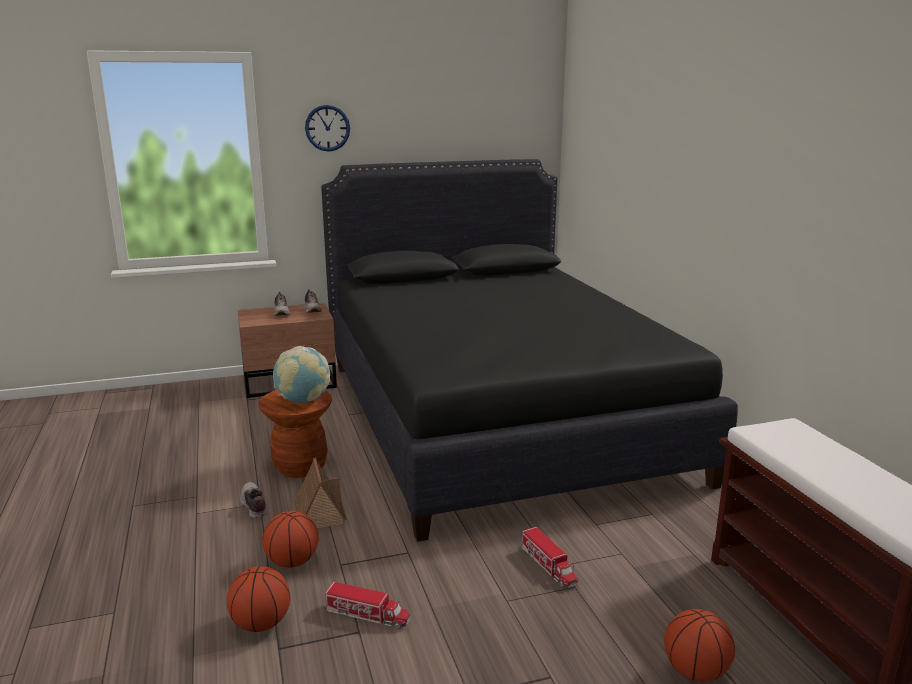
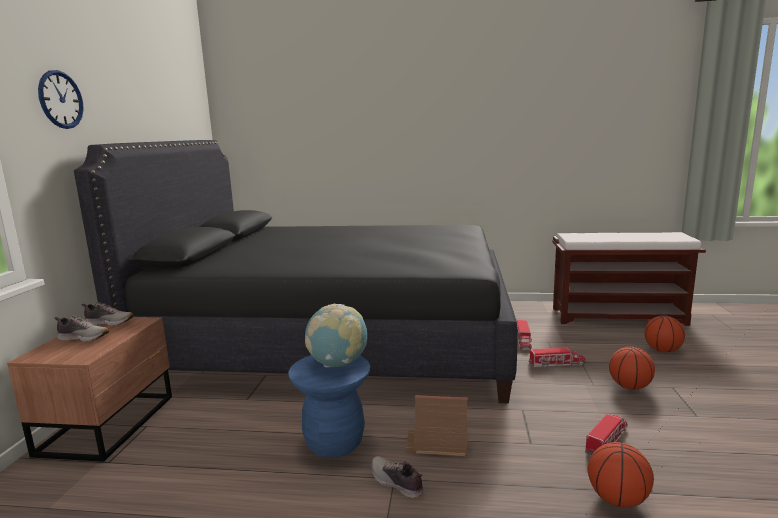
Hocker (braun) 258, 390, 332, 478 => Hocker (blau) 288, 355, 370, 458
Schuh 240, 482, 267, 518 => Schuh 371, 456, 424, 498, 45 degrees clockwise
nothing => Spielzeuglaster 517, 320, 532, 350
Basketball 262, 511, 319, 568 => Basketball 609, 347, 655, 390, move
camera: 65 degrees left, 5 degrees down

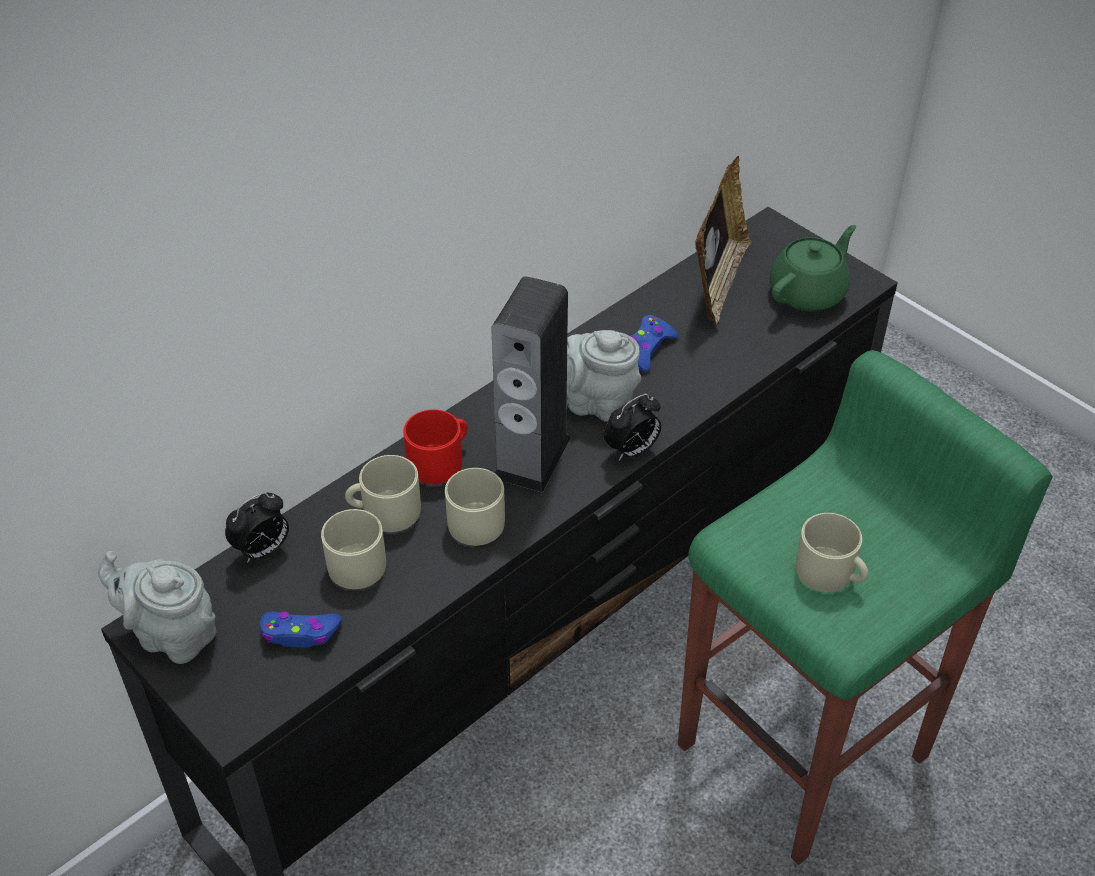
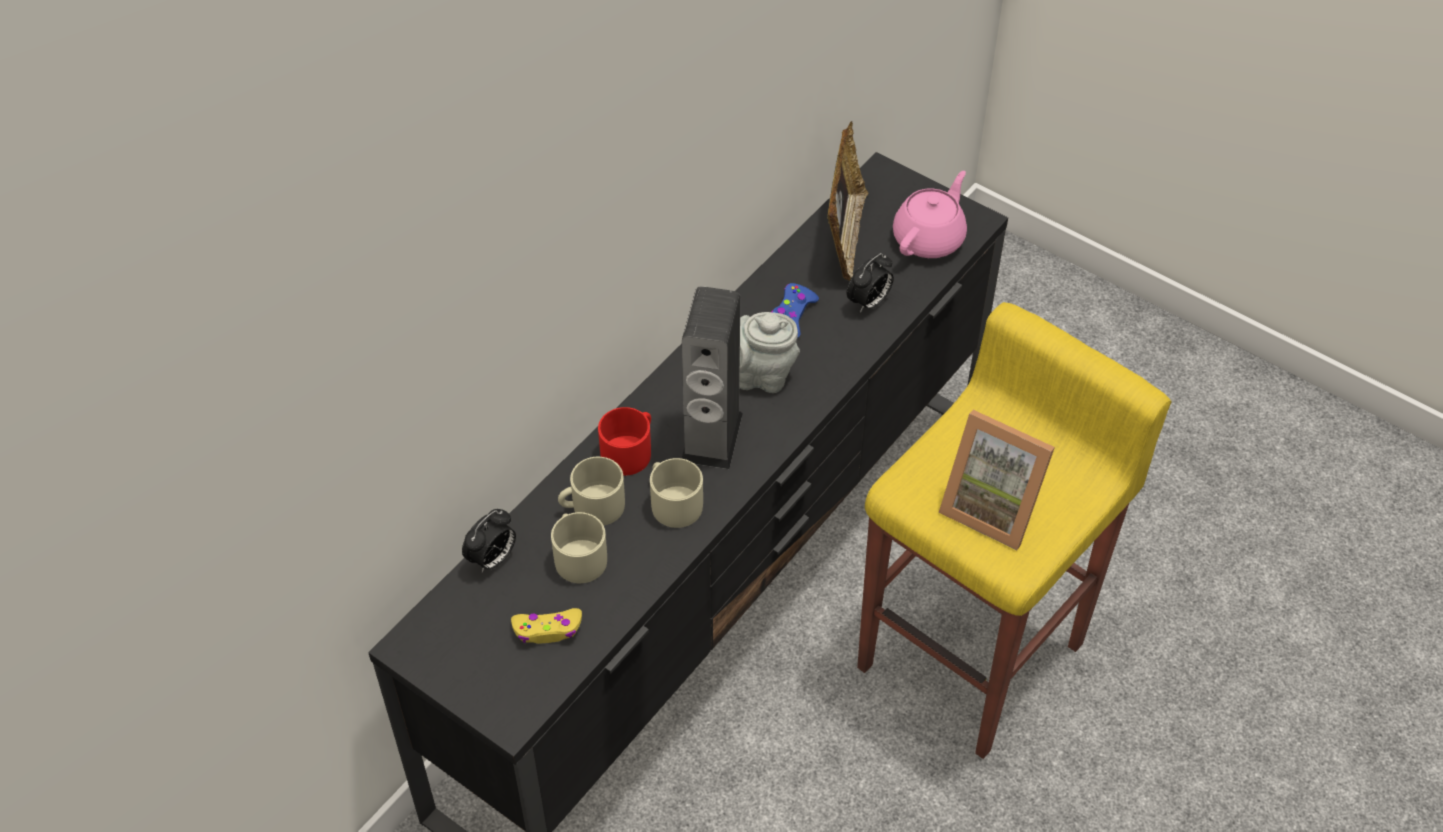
Gamepad (blau) 260, 611, 342, 647 => Gamepad (gelb) 511, 608, 582, 644
Wecker 604, 394, 661, 461 => Wecker 847, 253, 893, 313, move
Hocker (grün) 678, 350, 1053, 865 => Hocker (gelb) 857, 302, 1172, 759
Teekanne (grün) 770, 225, 856, 311 => Teekanne (rosa) 893, 171, 967, 258
Henkelbecher (beige) 795, 513, 868, 592 => Bilderrahmen 939, 410, 1055, 550
Teekanne (grau) 98, 551, 216, 664 => nothing
camera: 10 degrees left, 5 degrees up

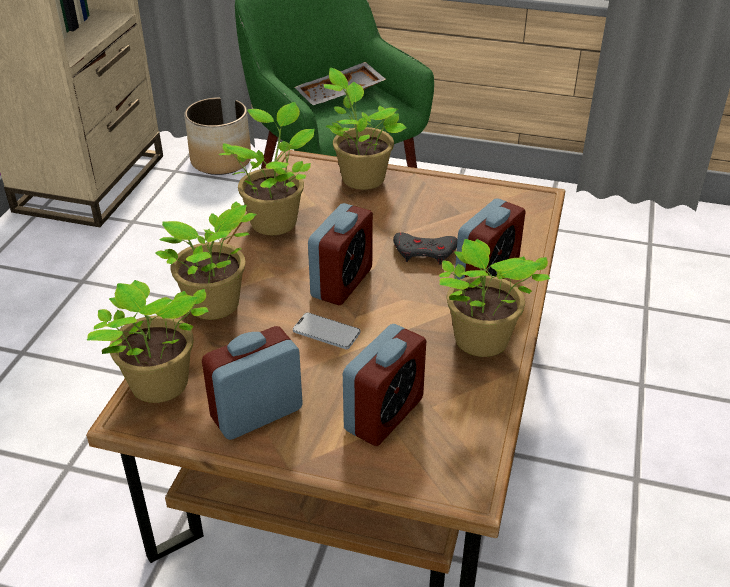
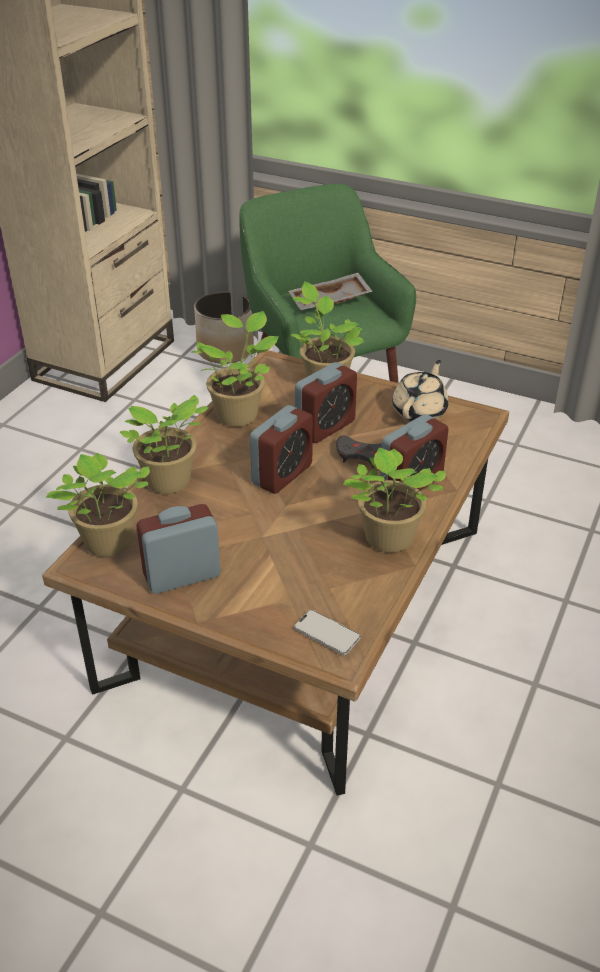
Handy 293, 312, 360, 349 => Handy 294, 610, 361, 655, move
Wecker 343, 324, 426, 446 => Wecker 295, 362, 357, 443, move
nothing => Teekanne (beige) 392, 360, 449, 421
camera: 10 degrees right, 0 degrees up

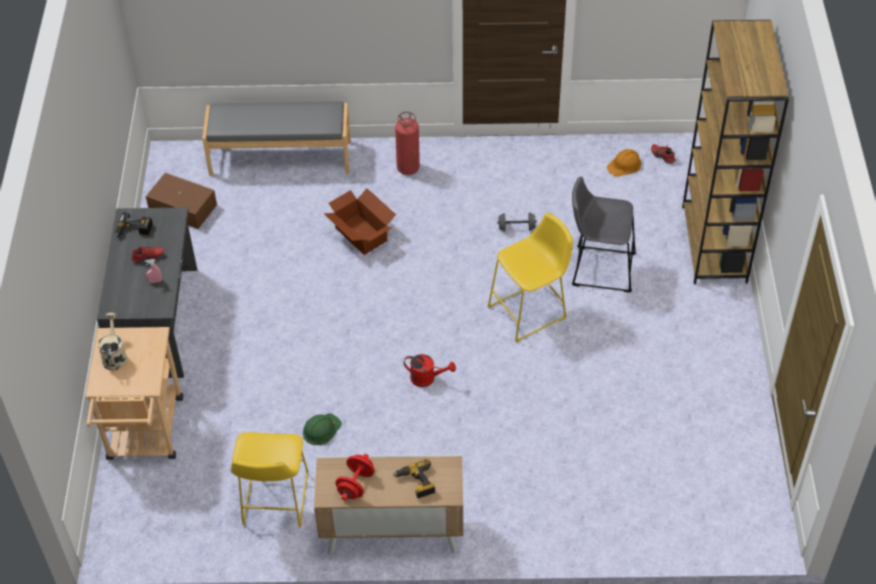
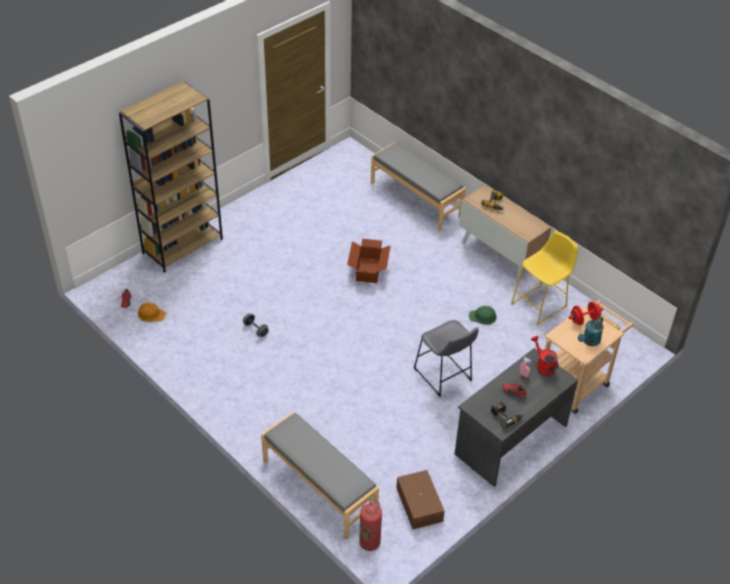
Karton 324, 188, 396, 255 => Karton 347, 239, 391, 283, move
Feuerlöscher 395, 112, 420, 175 => Feuerlöscher 359, 499, 382, 551, move
nothing => Bank (grau) 371, 142, 466, 231
Hocker (grau) 572, 176, 636, 292 => Hocker (grau) 414, 320, 478, 397, move
Gießkanne (rot) 404, 354, 456, 387 => Gießkanne (rot) 531, 336, 558, 376, move
Hantel (rot) 335, 454, 375, 500 => Hantel (rot) 569, 301, 603, 325, move
Gießkanne (beige) 98, 313, 127, 371 => Gießkanne (türkis) 578, 316, 604, 346
Hocker (gelb) 487, 213, 573, 342 => nothing
camera: 135 degrees left, 5 degrees down

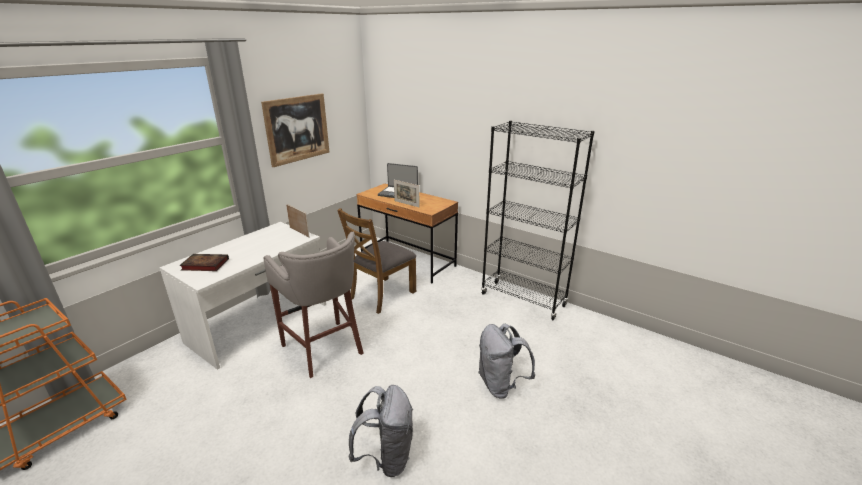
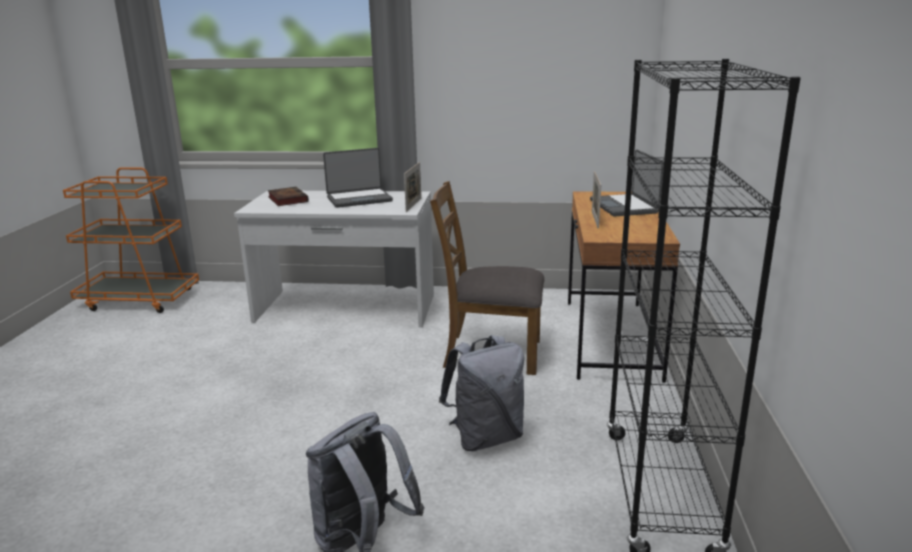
nothing => Laptop 323, 148, 393, 208
Rucksack (grau) 349, 385, 413, 477 => Rucksack (grau) 439, 335, 524, 451, move
Bild 261, 93, 329, 167 => nothing
Hocker (grau) 264, 232, 364, 378 => nothing
camera: 60 degrees right, 5 degrees down

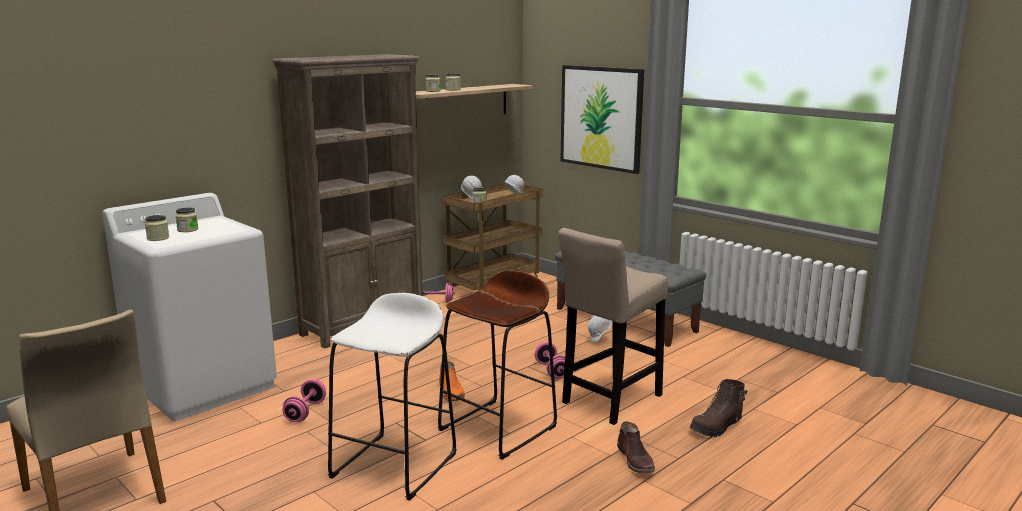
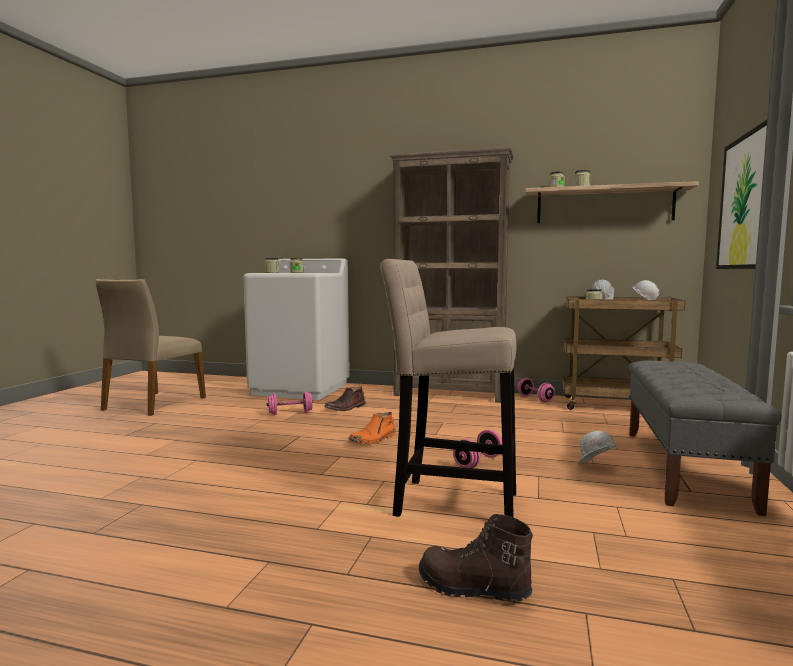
Stiefel (braun) 617, 421, 655, 473 => Stiefel (braun) 324, 387, 366, 411, move
Hocker (weiß) 328, 293, 456, 501 => nothing
Hocker (braun) 438, 271, 557, 460 => nothing
camera: 60 degrees right, 10 degrees down

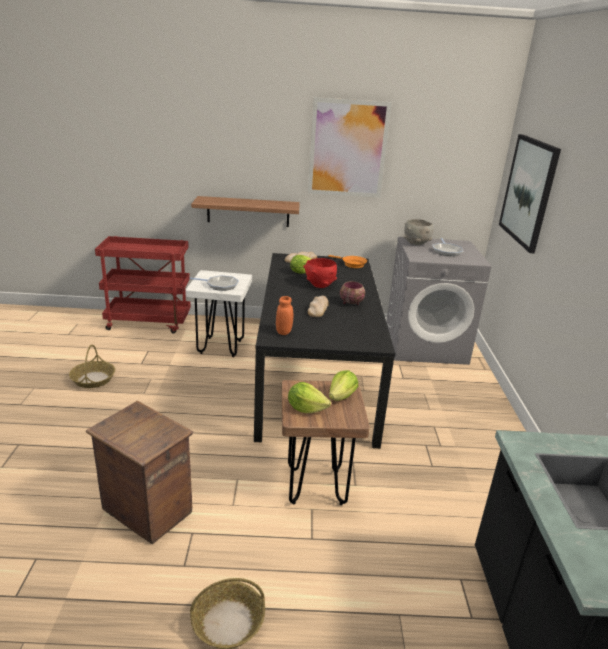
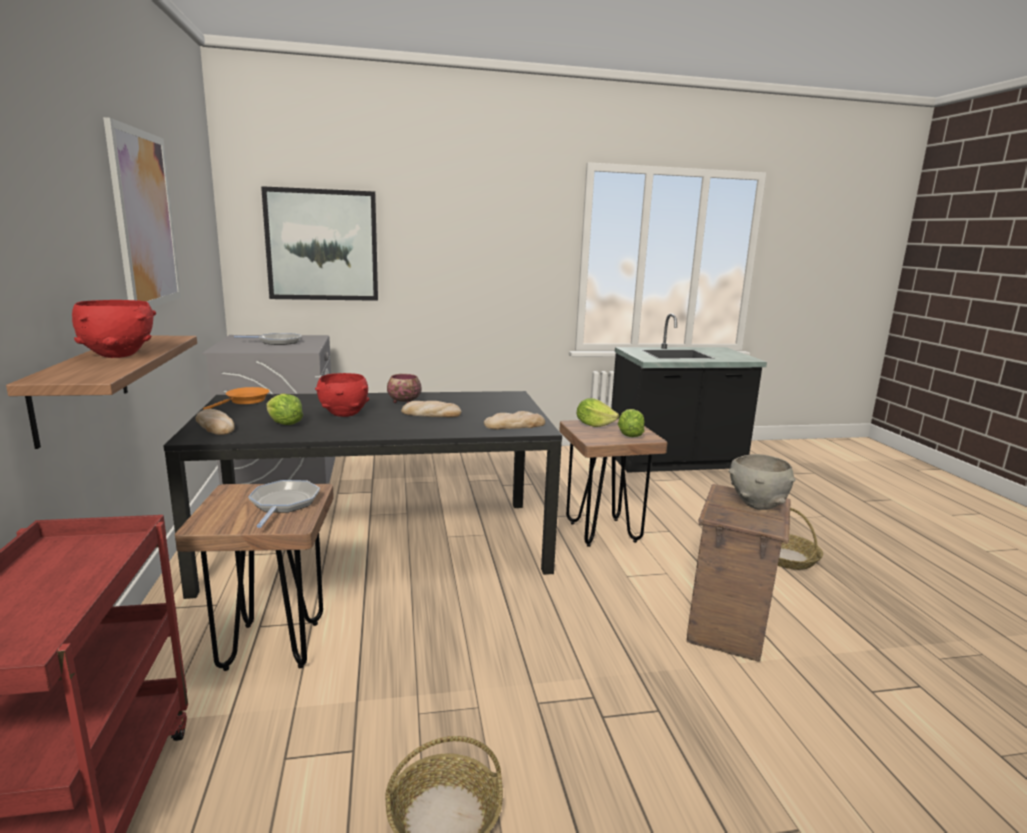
nothing => Schüssel (rot) 72, 300, 156, 358
Hocker (weiß) 186, 270, 252, 357 => Hocker (braun) 175, 484, 334, 671
Vorratsglas (orange) 276, 296, 293, 335 => Brot 484, 411, 545, 430
Schüssel (grau) 403, 219, 434, 246 => Schüssel (grau) 728, 454, 796, 510, move
camera: 100 degrees left, 10 degrees down

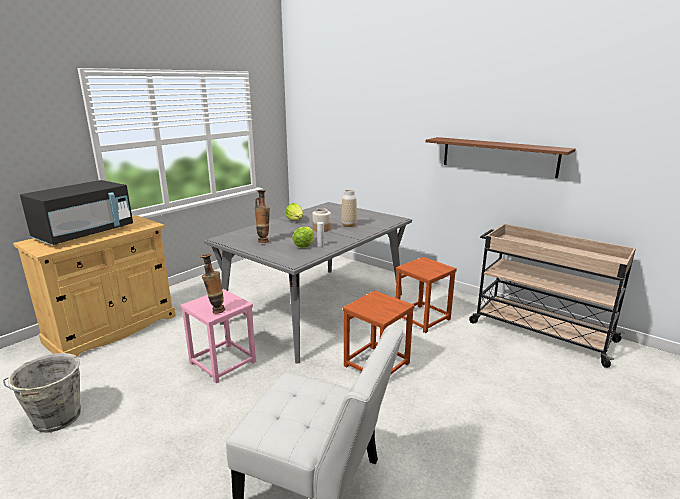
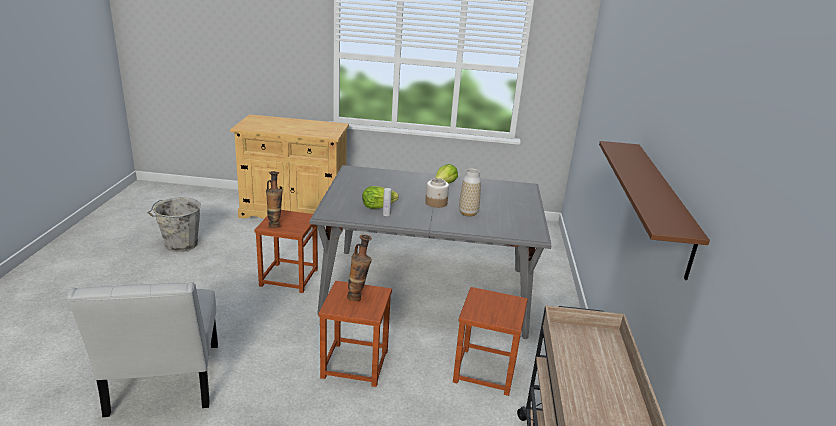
Hocker (rosa) 180, 289, 256, 383 => Hocker (braun) 255, 210, 318, 293
Vase 254, 190, 270, 243 => Vase 347, 235, 372, 301, move
Mikrowelle (schwarz) 20, 180, 133, 245 => nothing
camera: 55 degrees right, 5 degrees up

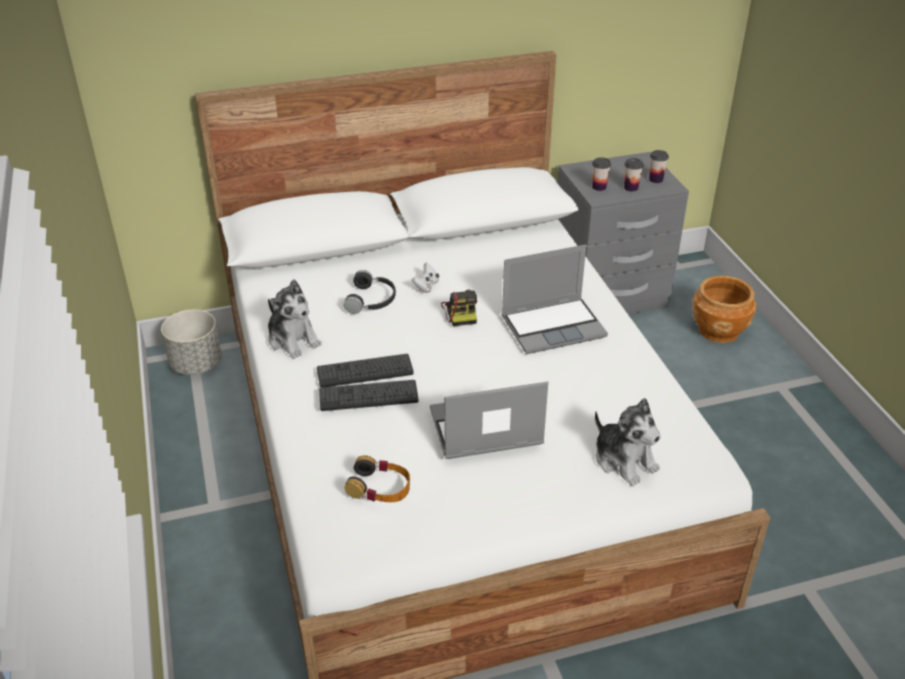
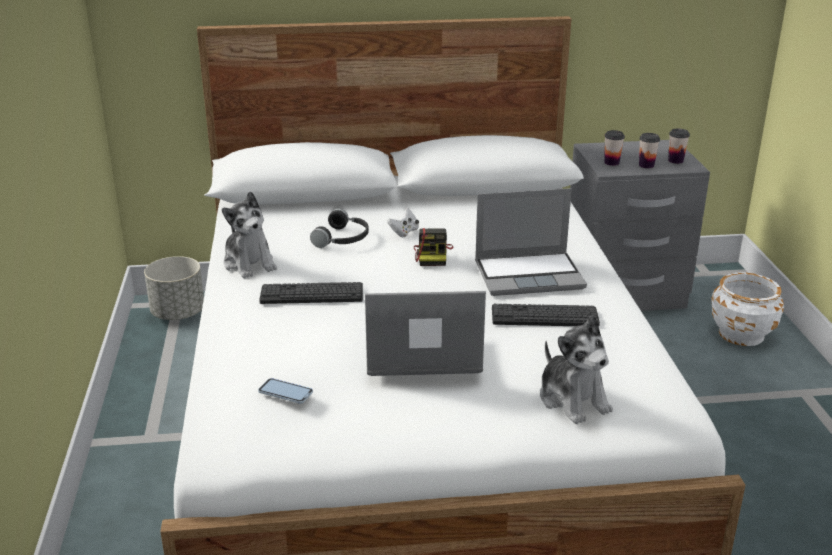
Kopfhörer 344, 455, 410, 502 => Handy 258, 378, 313, 404
Tastatur 319, 380, 418, 411 => Tastatur 492, 304, 600, 326, move
Pflanzkübel (braun) 693, 276, 756, 343 => Pflanzkübel (weiß) 712, 273, 784, 346
camera: 10 degrees right, 10 degrees down

